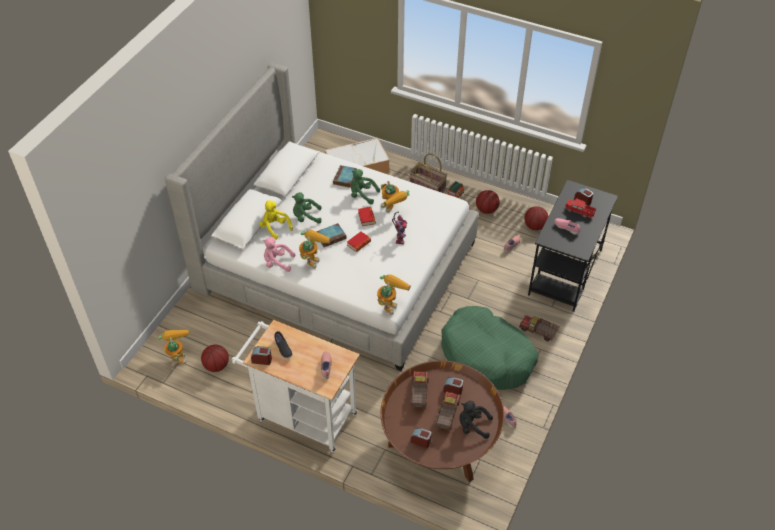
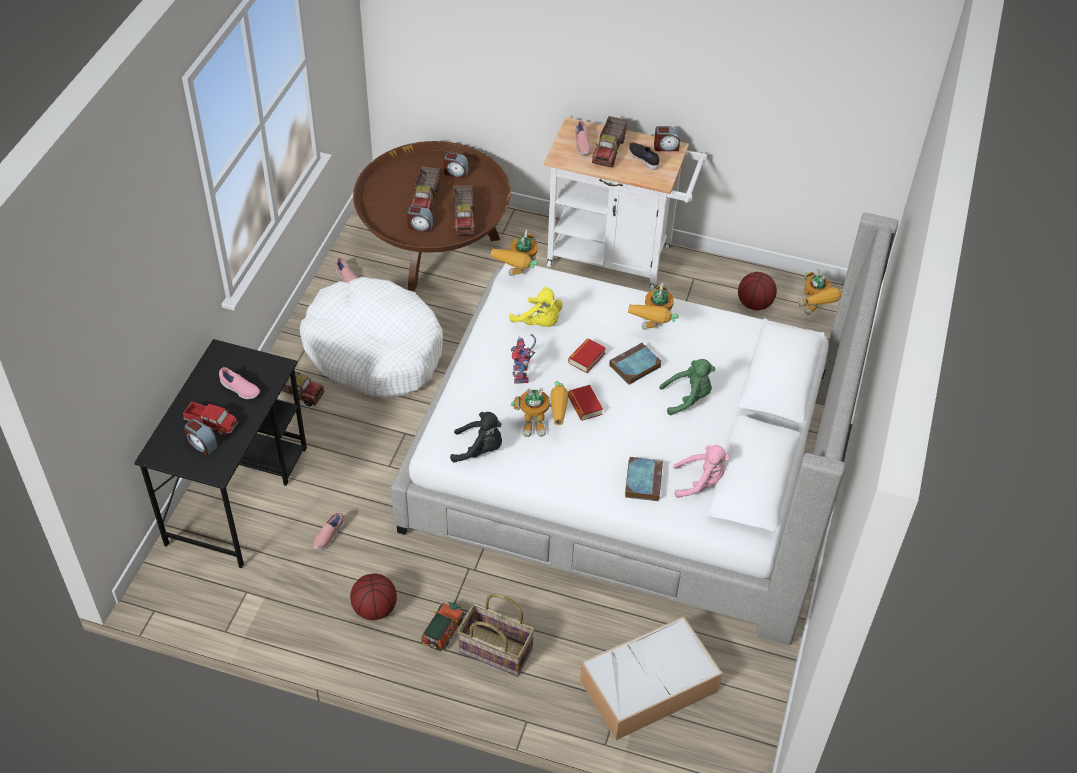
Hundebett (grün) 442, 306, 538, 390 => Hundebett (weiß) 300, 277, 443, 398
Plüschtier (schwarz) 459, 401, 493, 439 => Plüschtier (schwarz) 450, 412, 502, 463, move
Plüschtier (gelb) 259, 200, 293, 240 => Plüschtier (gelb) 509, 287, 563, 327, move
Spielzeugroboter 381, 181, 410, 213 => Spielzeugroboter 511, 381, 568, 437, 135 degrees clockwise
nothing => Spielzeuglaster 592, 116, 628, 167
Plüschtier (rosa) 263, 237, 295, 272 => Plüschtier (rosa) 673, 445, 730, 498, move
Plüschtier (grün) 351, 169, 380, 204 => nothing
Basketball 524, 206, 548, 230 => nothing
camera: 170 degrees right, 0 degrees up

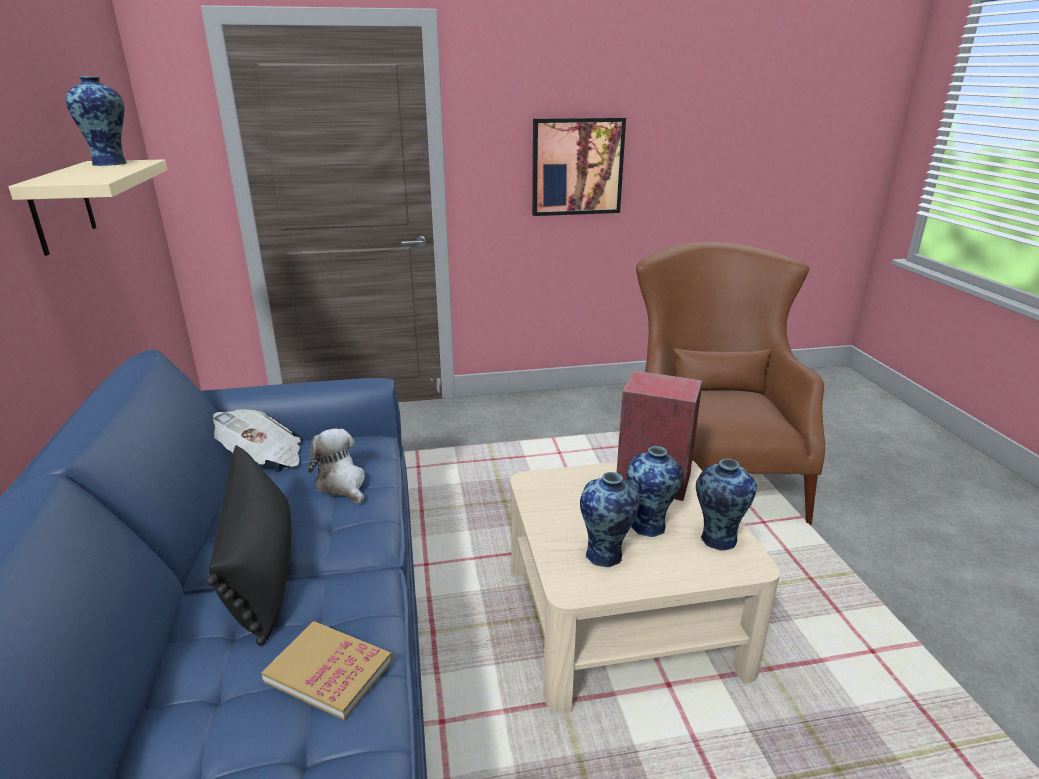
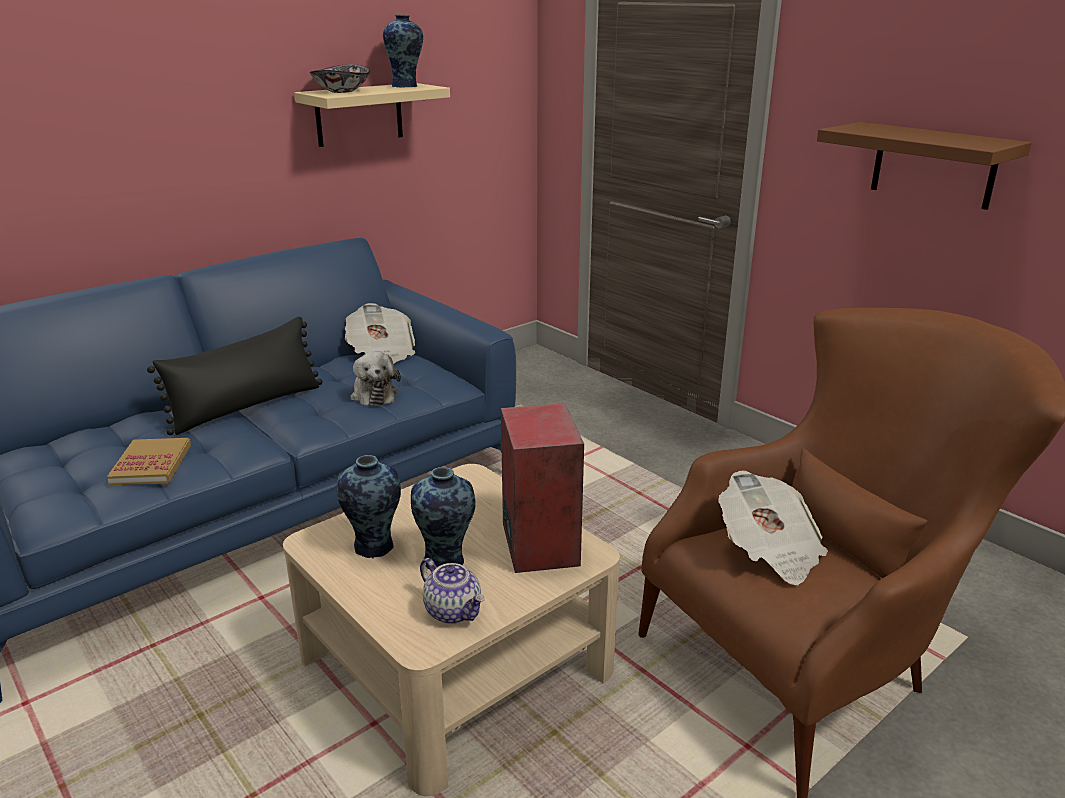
nothing => Schüssel 310, 64, 370, 93
Plüschtier 308, 429, 365, 503 => Plüschtier 350, 352, 401, 406, 135 degrees clockwise
Vase 696, 459, 757, 551 => Teekanne 420, 558, 485, 624
nothing => Zeitung 718, 470, 828, 585
Bild 532, 117, 626, 216 => Wandregal (braun) 817, 122, 1032, 210
camera: 60 degrees right, 0 degrees up

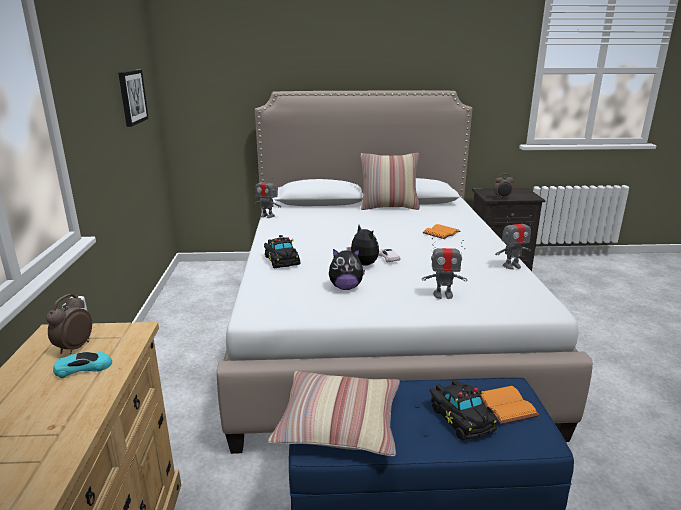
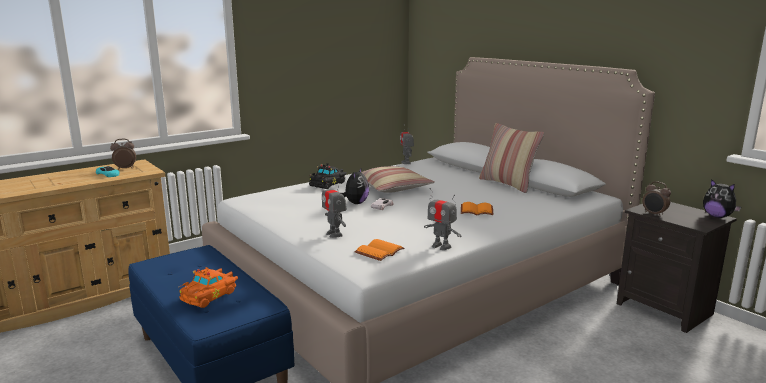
Spielzeugauto (schwarz) 429, 379, 498, 441 => Spielzeugauto (orange) 178, 267, 238, 308
Buch (orange) 481, 386, 539, 424 => Buch (orange) 354, 239, 404, 261, move
Kissen 268, 371, 400, 456 => Kissen 361, 166, 435, 193, move
Plüschtier 329, 249, 365, 290 => Plüschtier 703, 179, 741, 218, move
Bild 118, 70, 149, 127 => nothing
camera: 55 degrees right, 5 degrees down

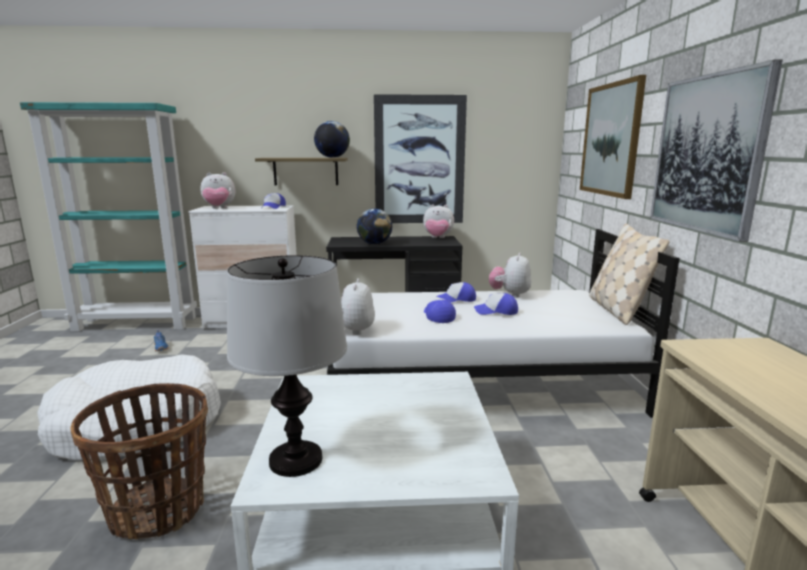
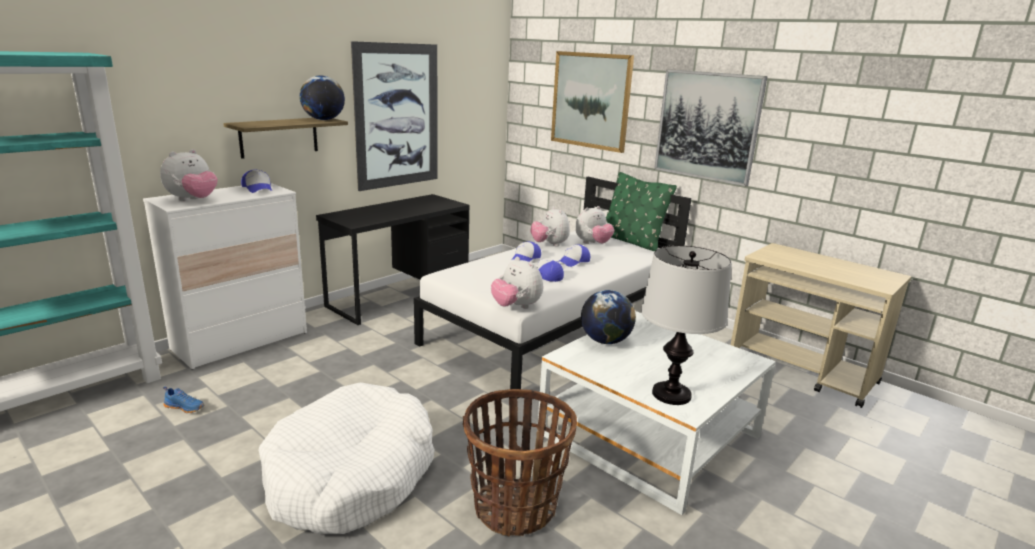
Plüschtier 423, 204, 454, 238 => Plüschtier 575, 206, 614, 244, move
Globus 357, 209, 392, 245 => Globus 581, 290, 636, 344, move
Kissen (beige) 589, 223, 670, 325 => Kissen (grün) 606, 172, 677, 252
camera: 45 degrees left, 5 degrees up

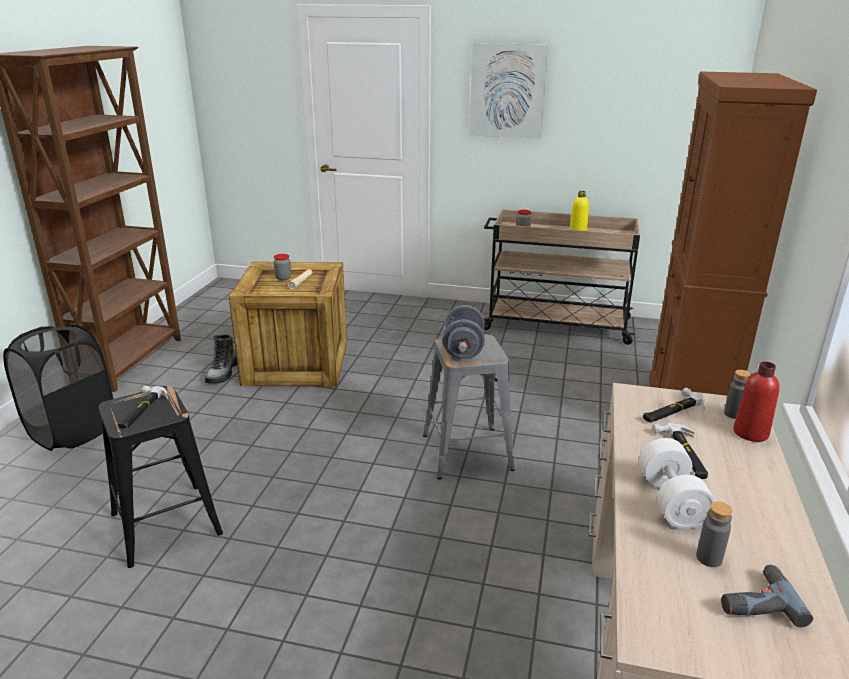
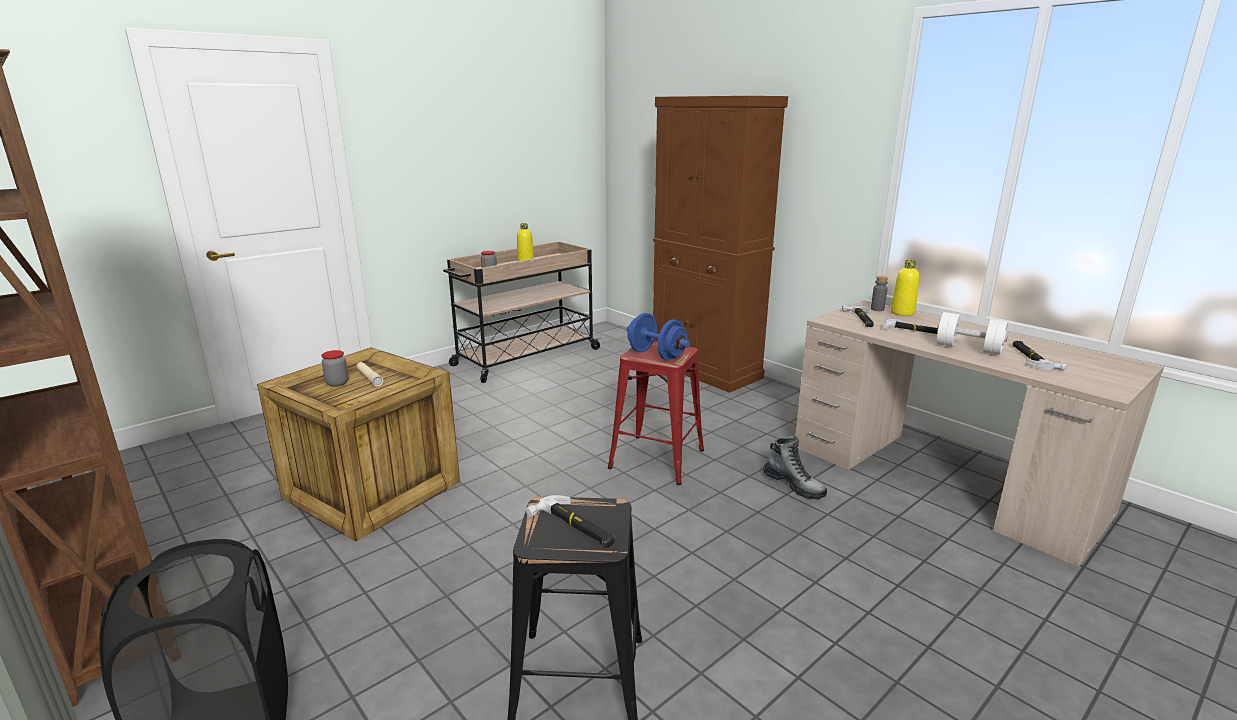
Hocker (grau) 423, 334, 515, 479 => Hocker (rot) 608, 342, 704, 485
Hantel (grau) 442, 305, 485, 359 => Hantel (blau) 626, 313, 690, 360
Stiefel 205, 334, 237, 384 => Stiefel 763, 436, 827, 499, move
Flasche (rot) 733, 362, 780, 442 => Flasche (gelb) 891, 260, 920, 316
Flasche (grau) 696, 502, 732, 567 => Hammer 1013, 341, 1066, 370
Bild 470, 43, 549, 139 => nothing
Bohrmaschine 721, 564, 813, 627 => nothing
camera: 55 degrees left, 5 degrees down

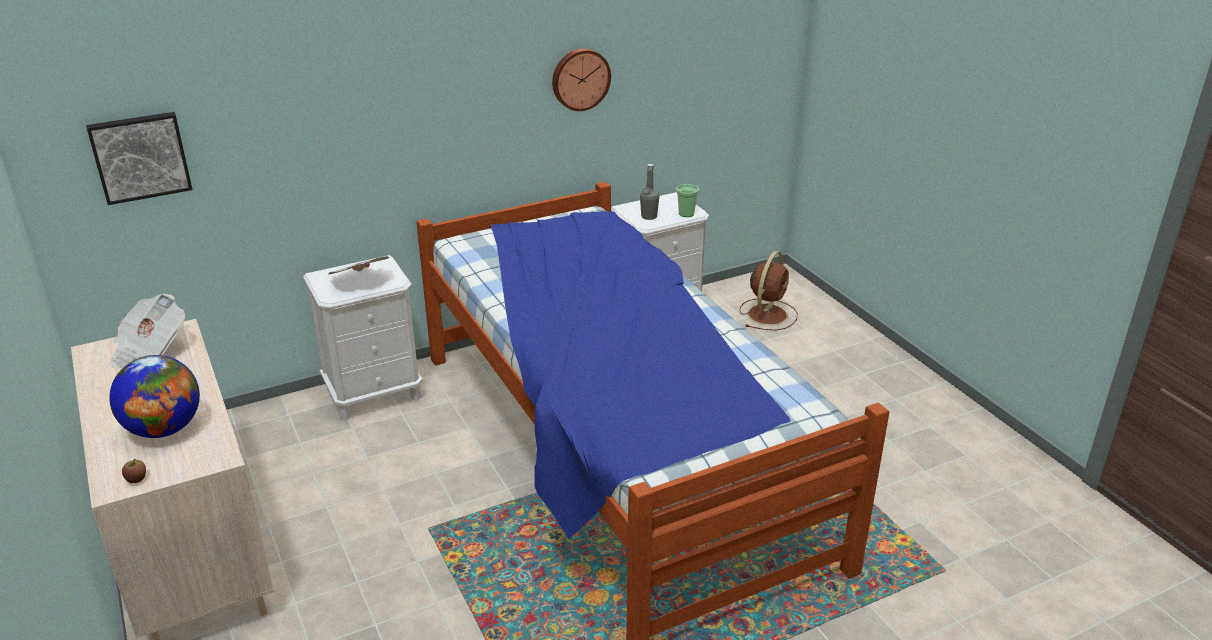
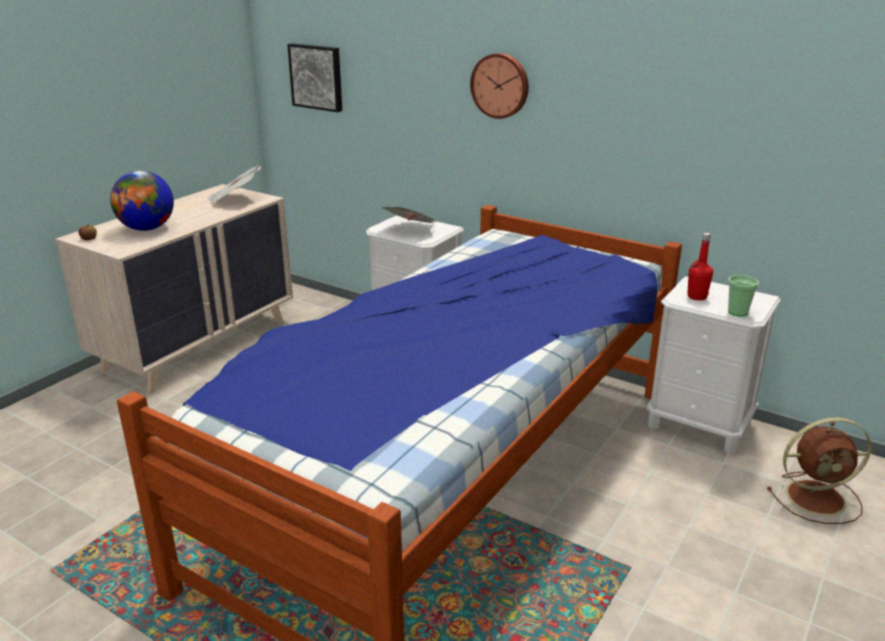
Wanduhr 552, 48, 611, 111 => Wanduhr 470, 53, 529, 119, move
Flasche (grau) 640, 164, 659, 220 => Flasche (rot) 687, 233, 713, 300
camera: 60 degrees right, 5 degrees down

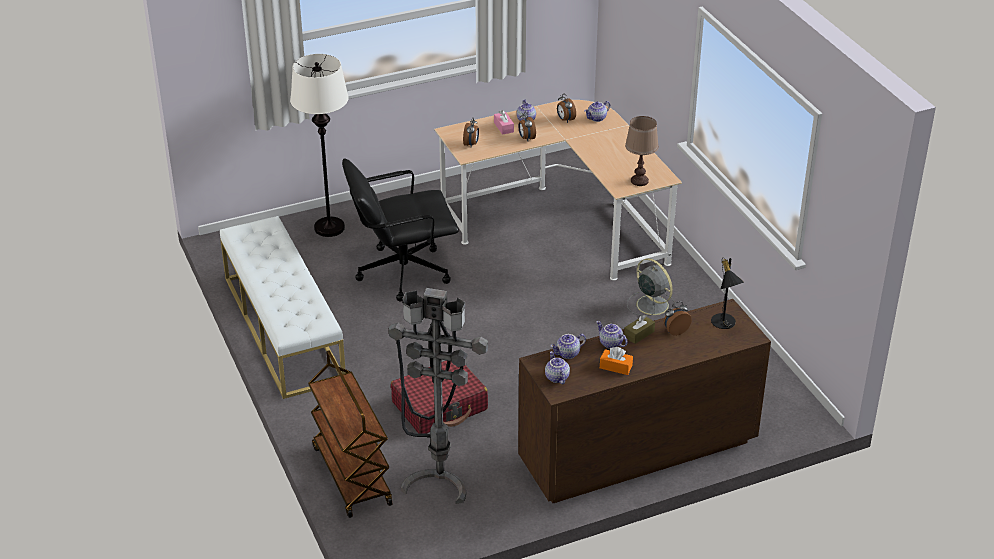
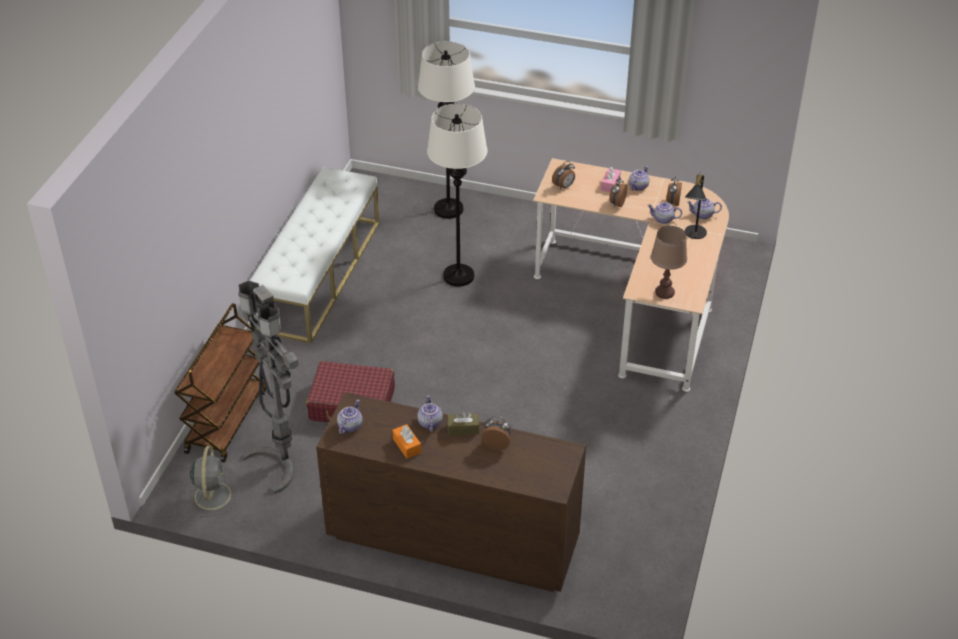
Ventilator (grau) 627, 258, 676, 316 => Ventilator (grau) 187, 446, 239, 518, move
Bürostuhl (schwarz) 342, 158, 459, 302 => Stehlampe (weiß) 427, 103, 487, 287
Teekanne 550, 334, 586, 359 => Teekanne 647, 202, 682, 224, move
Tischlampe (schwarz) 711, 258, 744, 329 => Tischlampe (schwarz) 685, 174, 707, 239, move
camera: 40 degrees right, 5 degrees up

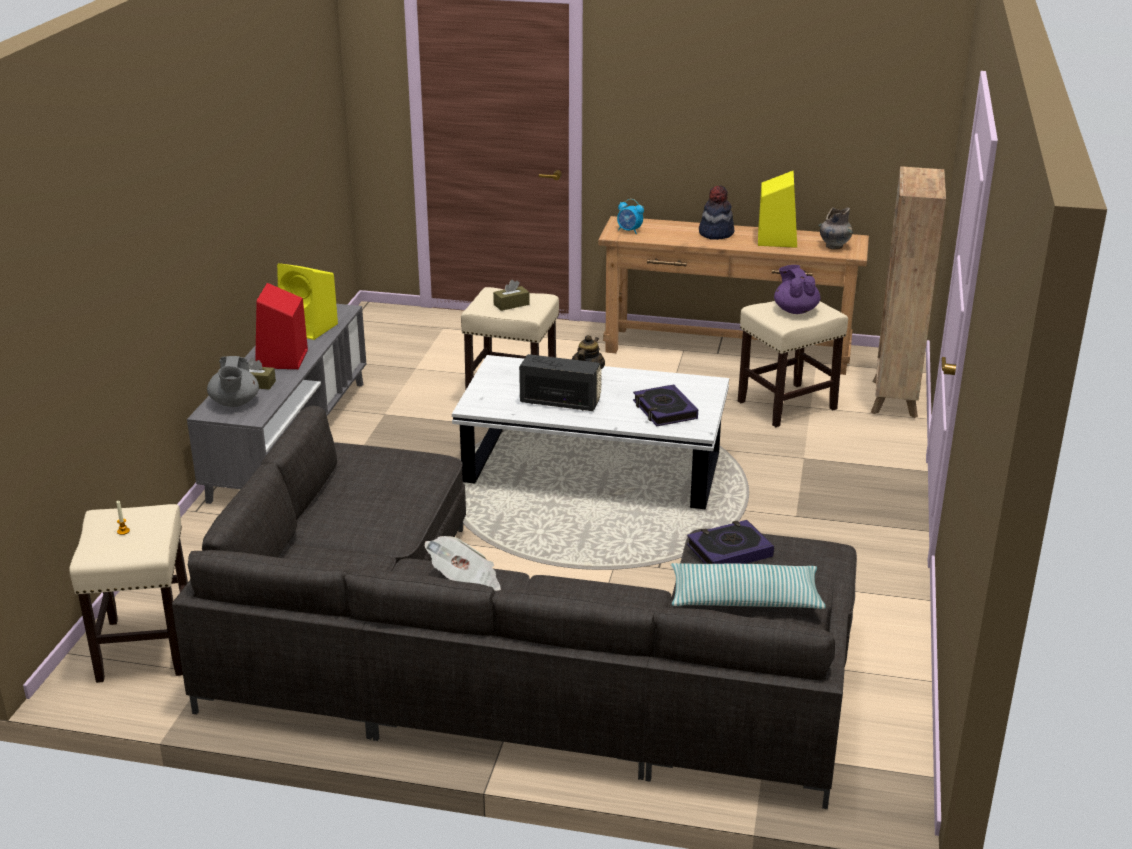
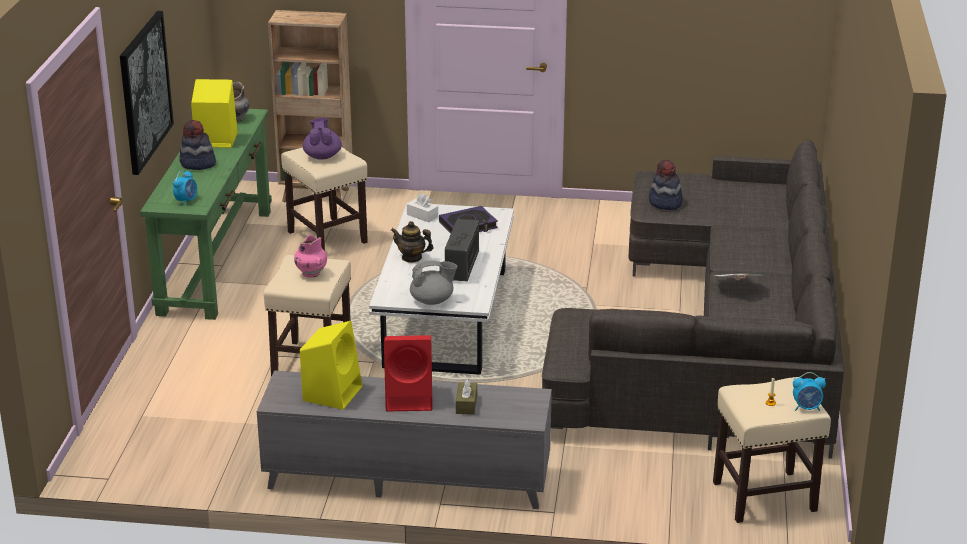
nothing => Bild 120, 11, 174, 175
Konsolentisch (braun) 598, 216, 869, 375 => Konsolentisch (grün) 140, 109, 272, 320
Taschentuchbox (braun) 493, 280, 530, 311 => Vase (rosa) 294, 235, 327, 278
Teekanne (lila) 774, 265, 820, 314 => Teekanne (lila) 303, 117, 342, 160, 105 degrees clockwise
nothing => Taschentuchbox (weiß) 407, 193, 438, 222
Teekanne (grau) 207, 356, 259, 407 => Teekanne (grau) 410, 260, 457, 305, move
Buch 687, 520, 774, 564 => Hut 649, 160, 682, 210
nothing => Wecker 793, 372, 826, 411
Kissen 671, 563, 826, 609 => nothing
camera: 95 degrees left, 0 degrees up

